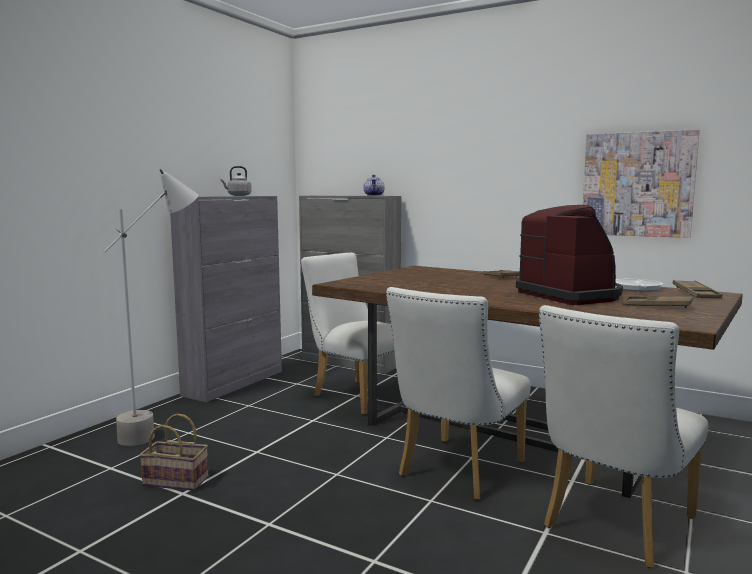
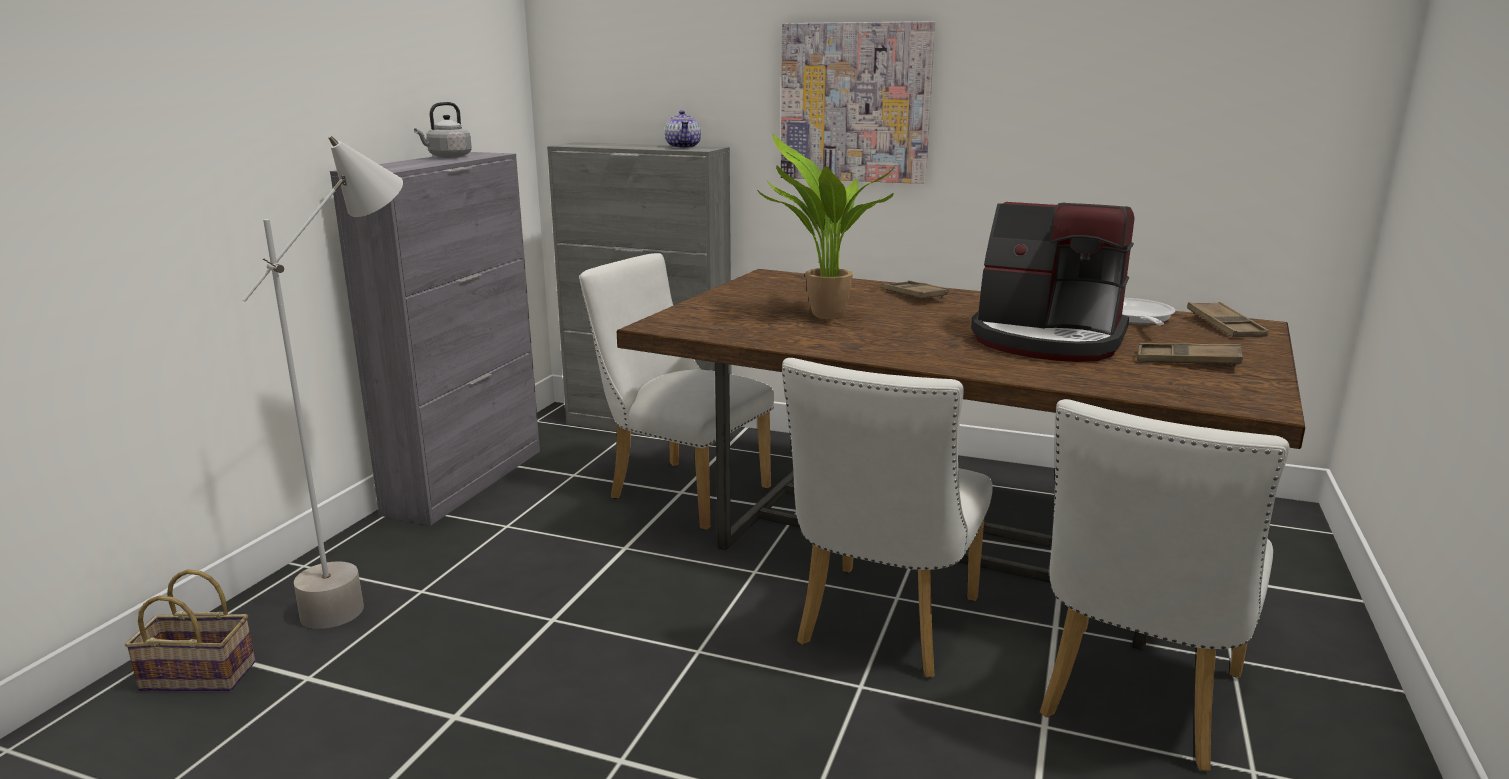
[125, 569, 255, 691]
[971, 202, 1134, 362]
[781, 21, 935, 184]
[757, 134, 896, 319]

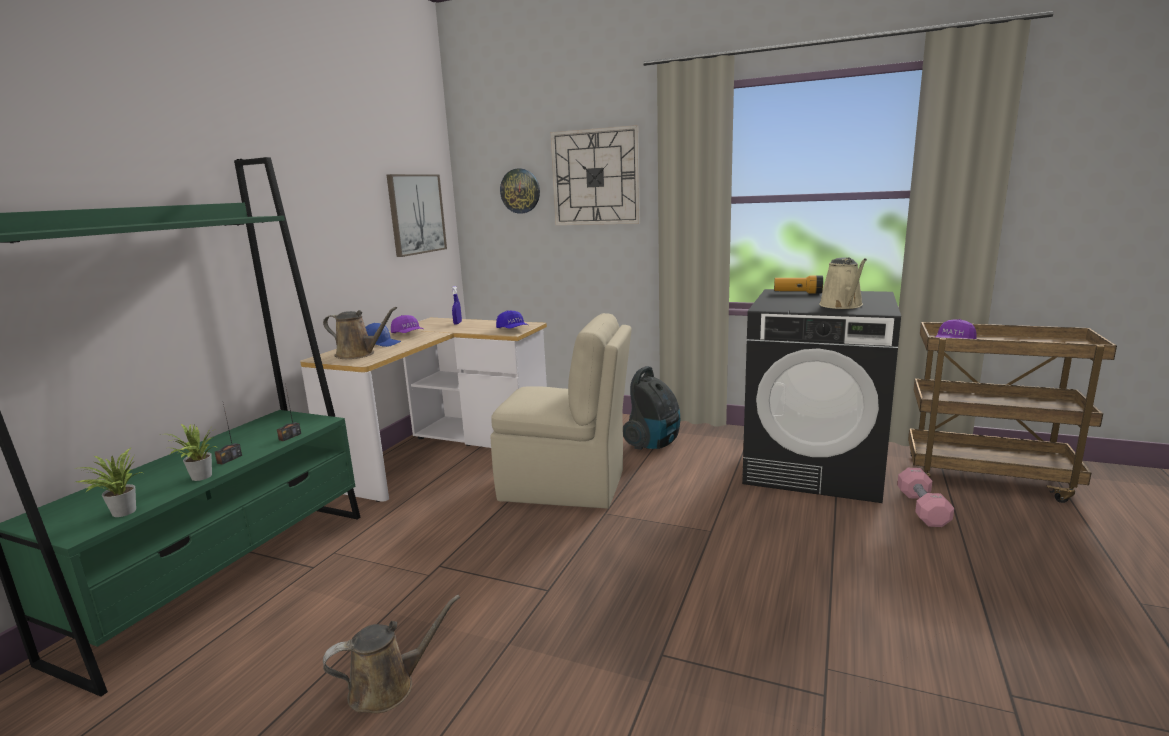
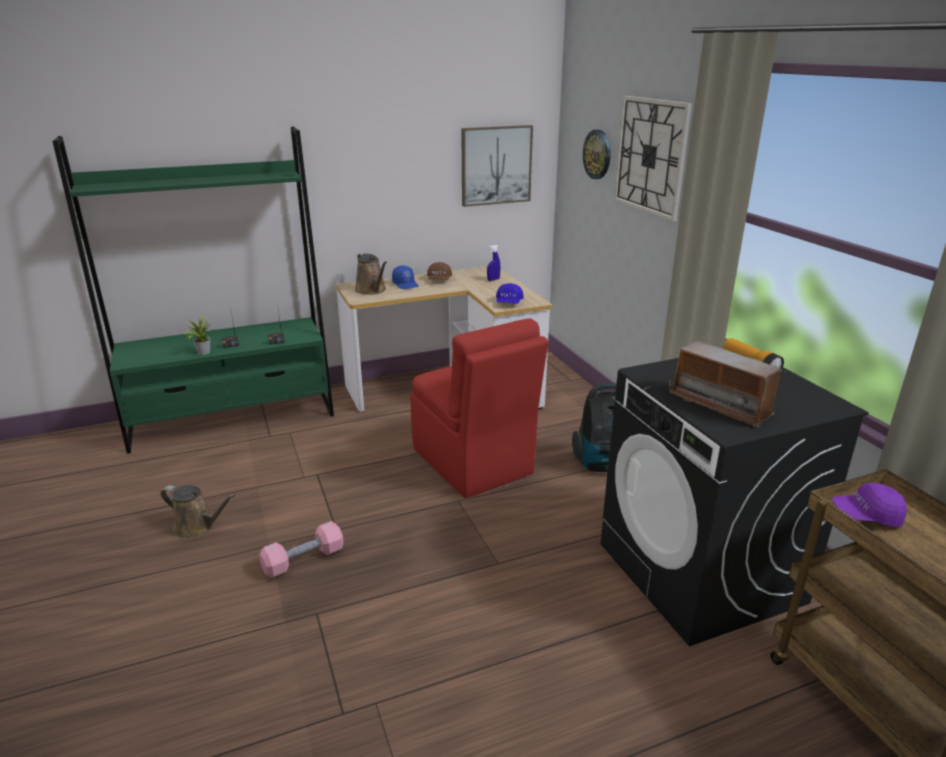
[73, 447, 142, 517] (first image)
[427, 262, 452, 280]
[411, 319, 548, 498]
[669, 341, 786, 428]
[259, 521, 344, 578]

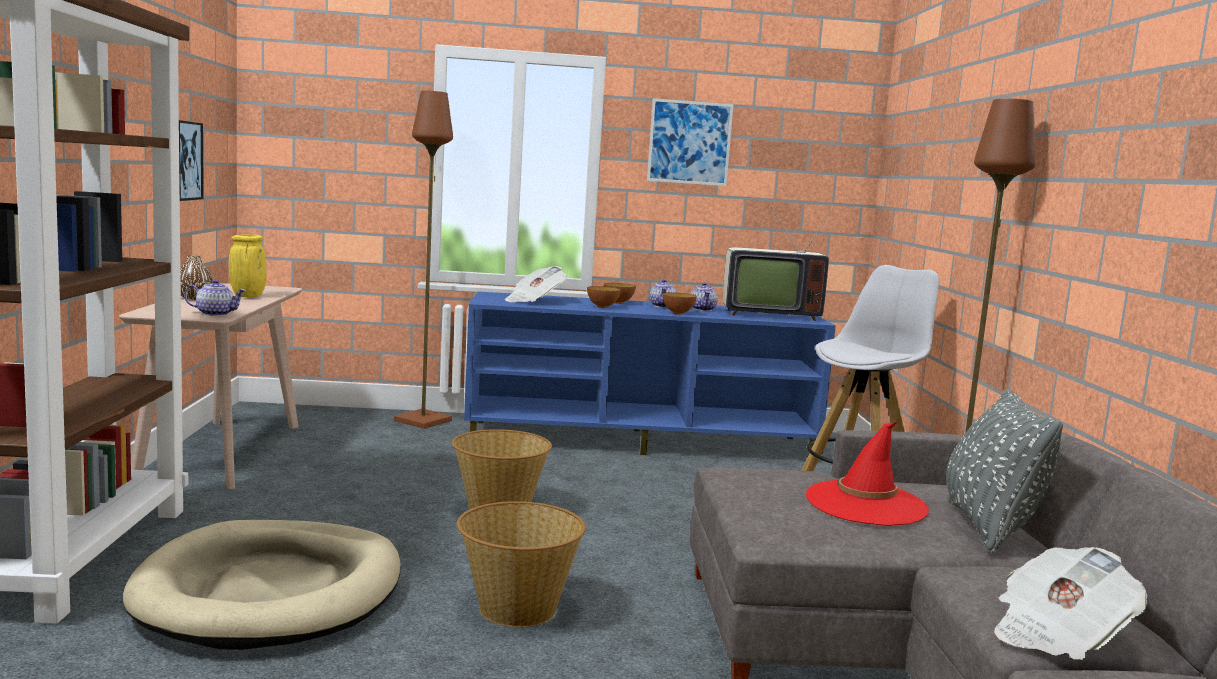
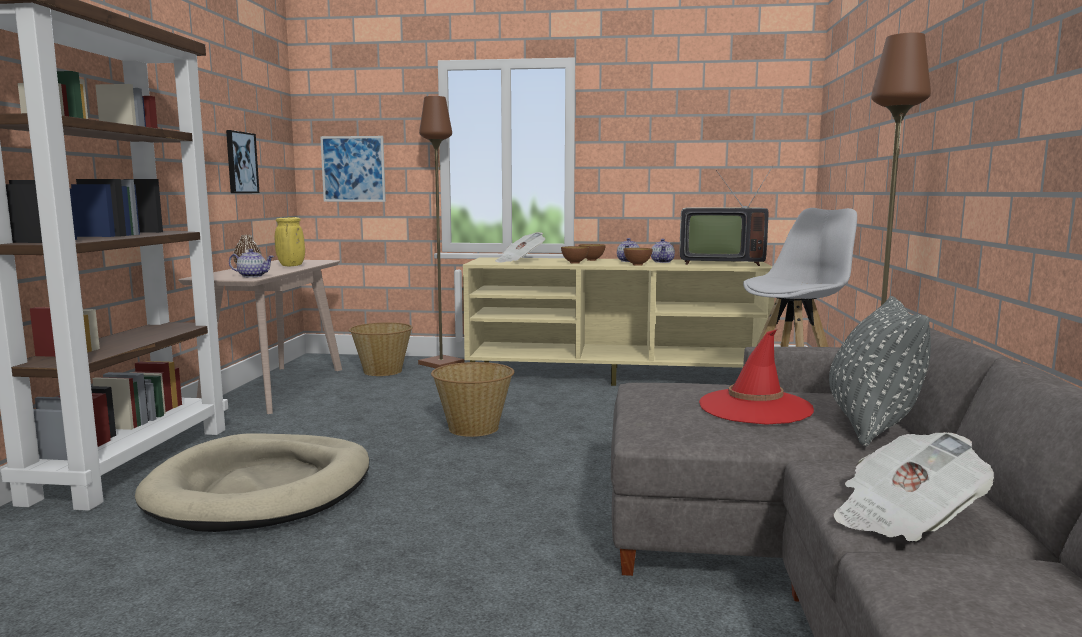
[349, 322, 413, 376]
[463, 257, 774, 386]
[320, 136, 386, 202]

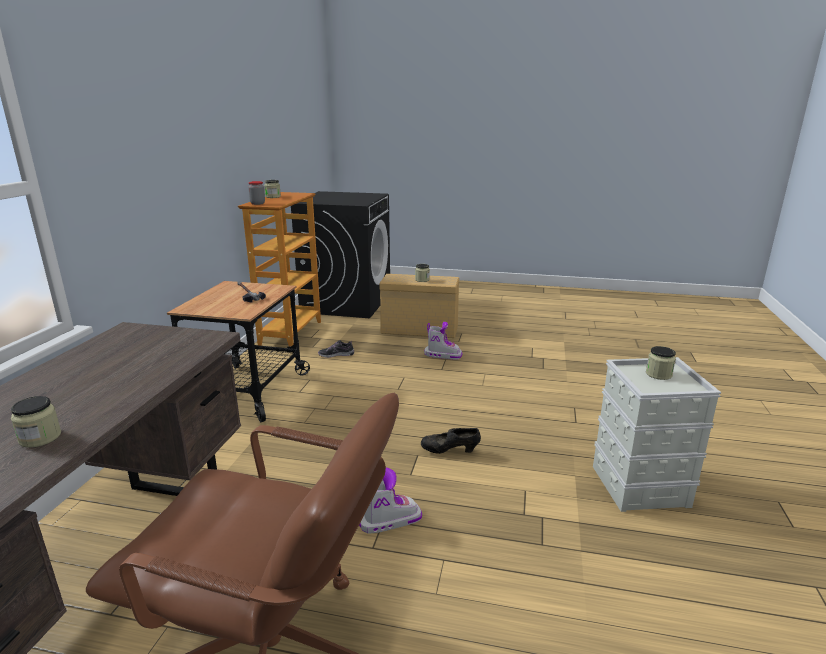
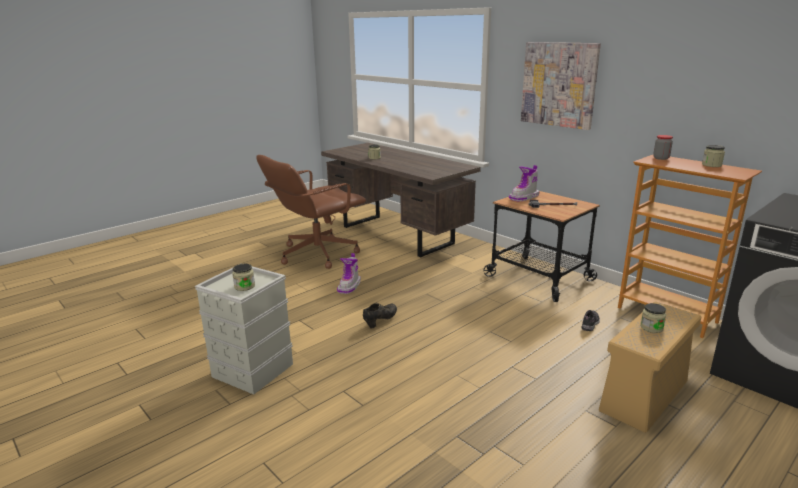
[509, 165, 539, 202]
[521, 42, 601, 130]

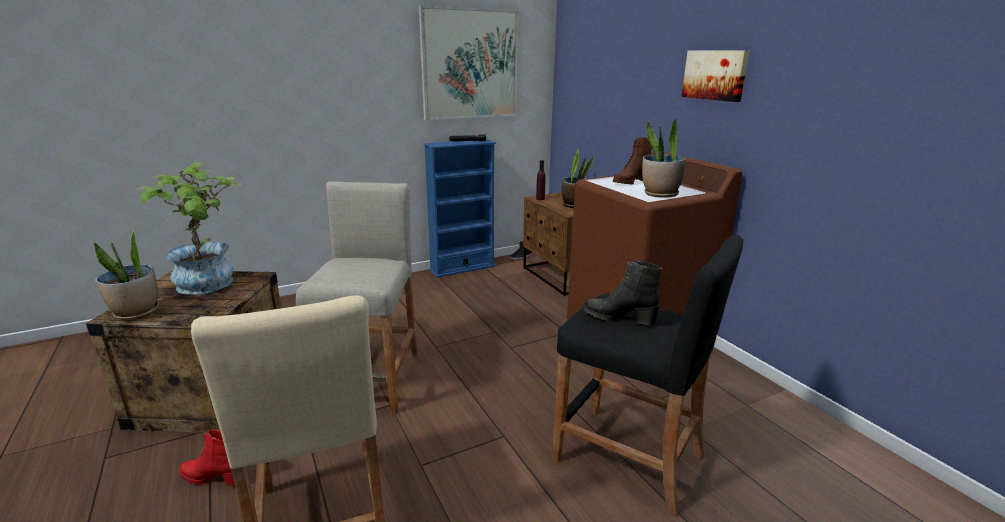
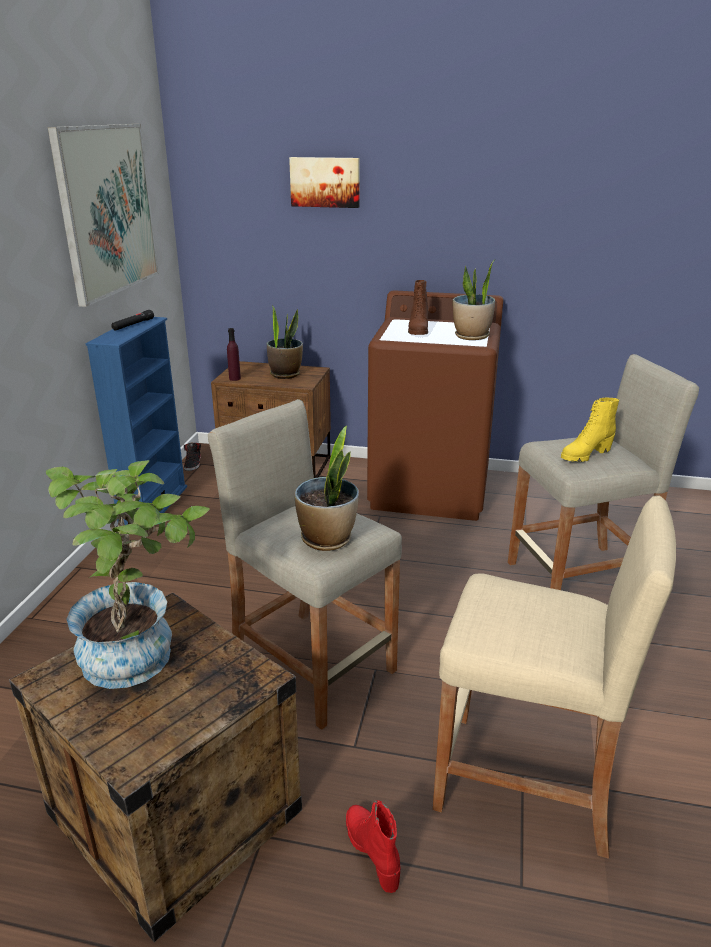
[295, 426, 359, 551]
[346, 800, 401, 893]
[508, 354, 699, 590]
[561, 397, 619, 462]
[289, 157, 360, 208]

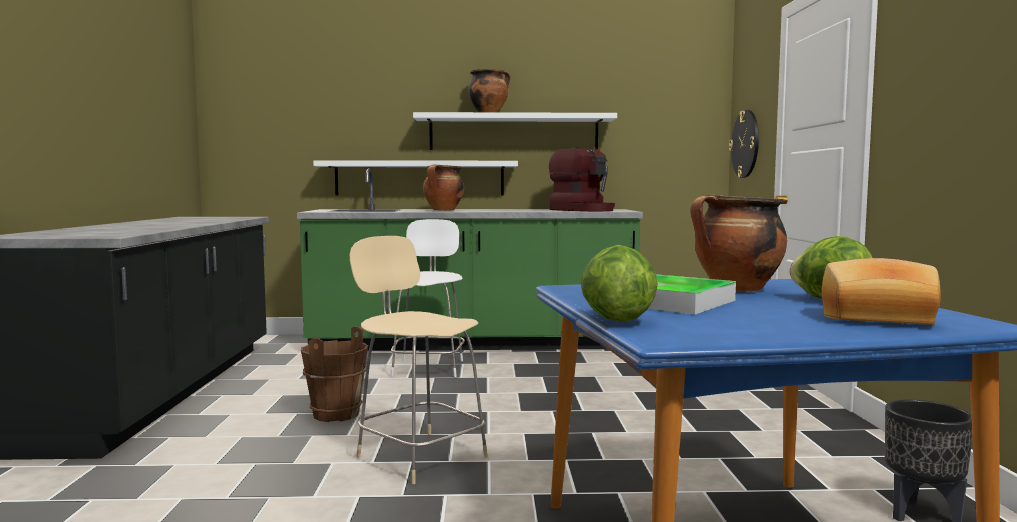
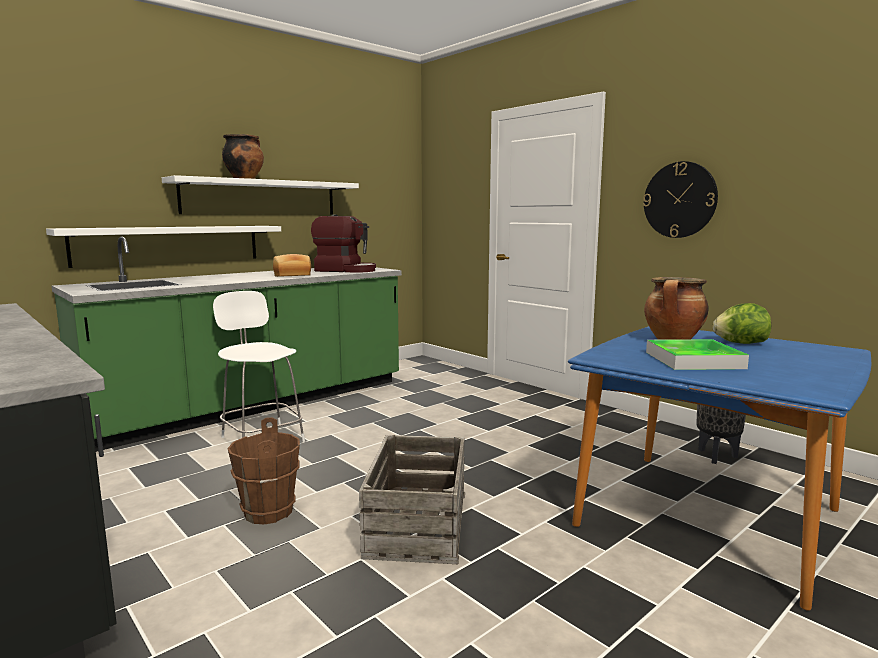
[359, 435, 465, 564]
[423, 165, 464, 211] (first image)
[581, 245, 658, 322] (first image)
[643, 161, 718, 238]
[273, 254, 311, 277]

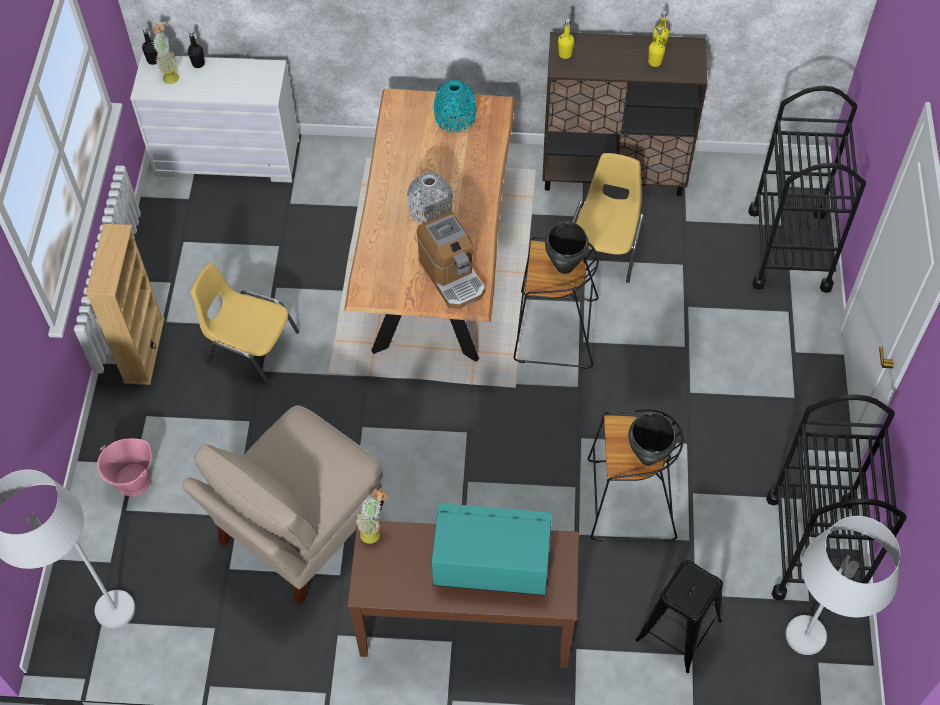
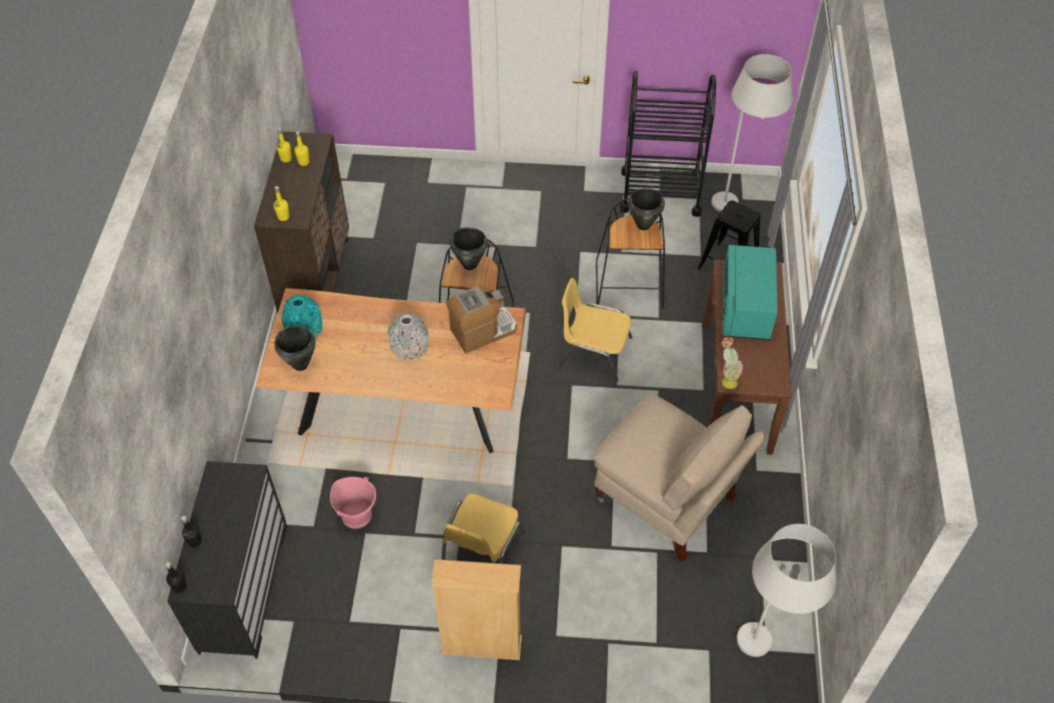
[330, 477, 376, 529]
[167, 461, 287, 659]
[153, 23, 179, 84] (first image)
[559, 278, 632, 381]
[748, 86, 866, 293] (first image)
[275, 326, 316, 371]

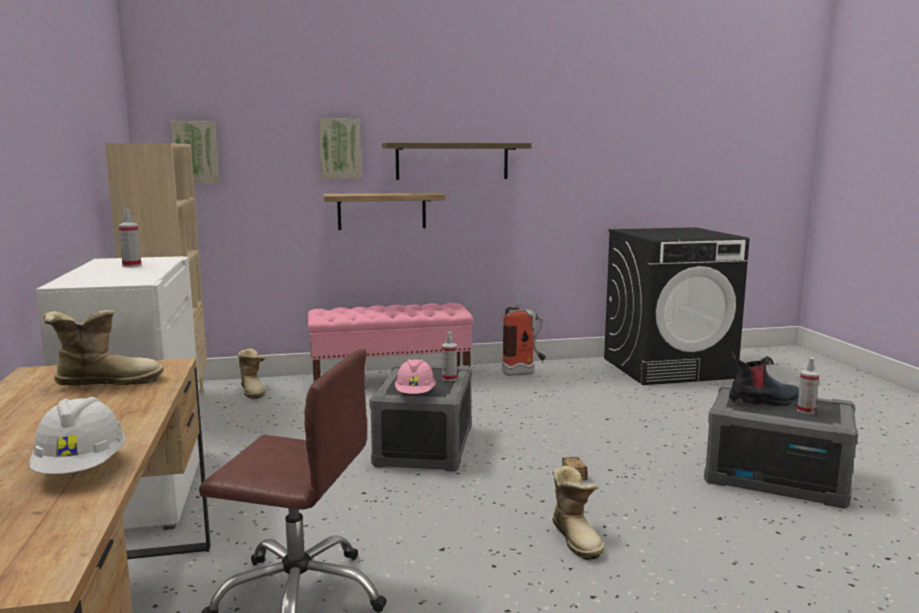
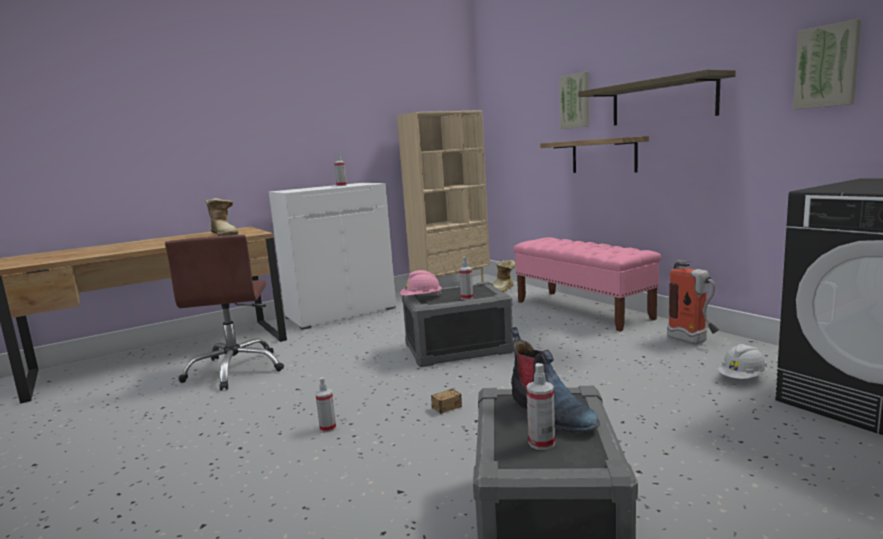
[718, 344, 768, 379]
[793, 19, 861, 110]
[315, 378, 336, 433]

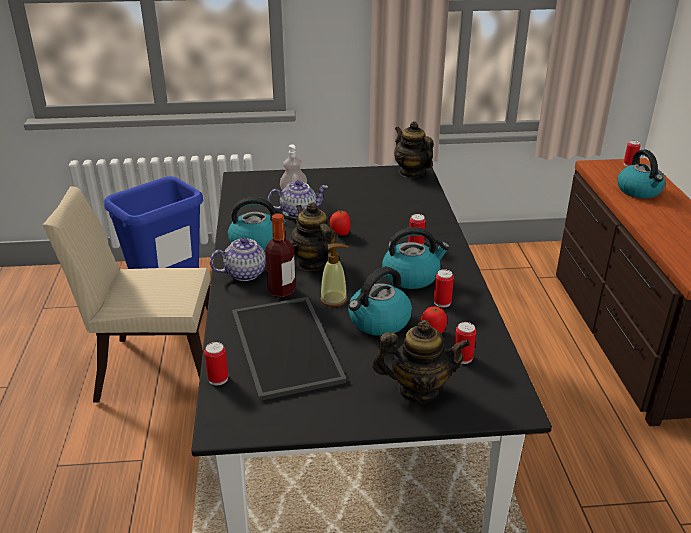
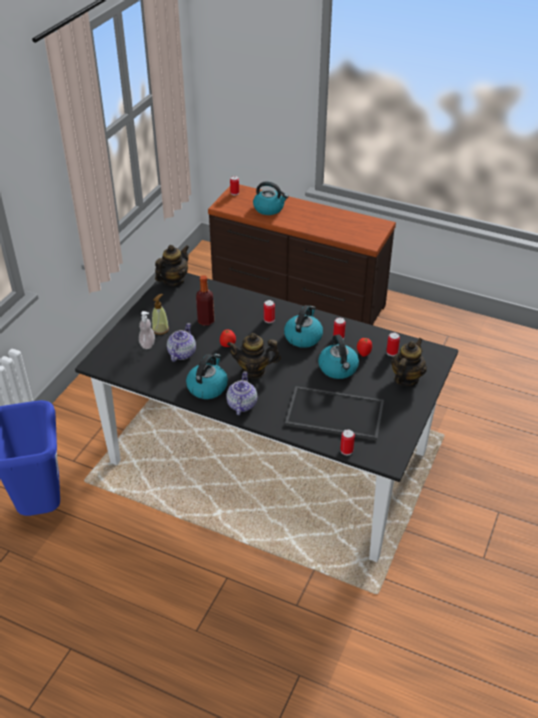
[43, 186, 210, 402] (first image)
[196, 275, 214, 326]
[152, 294, 169, 335]
[155, 245, 189, 286]

